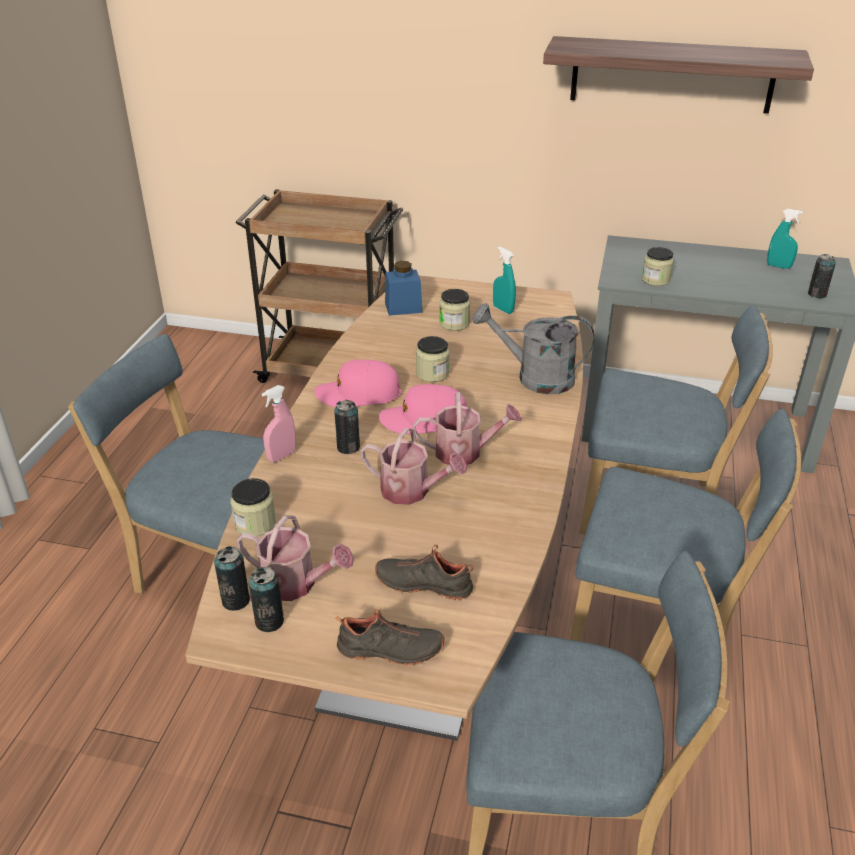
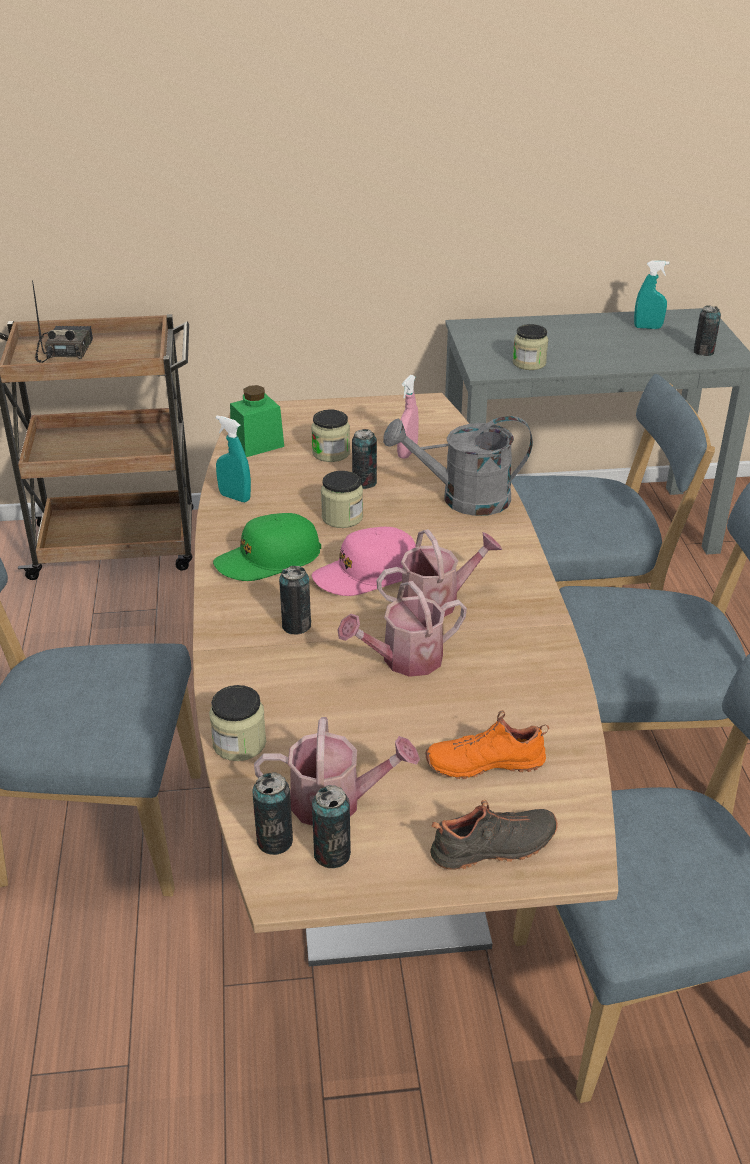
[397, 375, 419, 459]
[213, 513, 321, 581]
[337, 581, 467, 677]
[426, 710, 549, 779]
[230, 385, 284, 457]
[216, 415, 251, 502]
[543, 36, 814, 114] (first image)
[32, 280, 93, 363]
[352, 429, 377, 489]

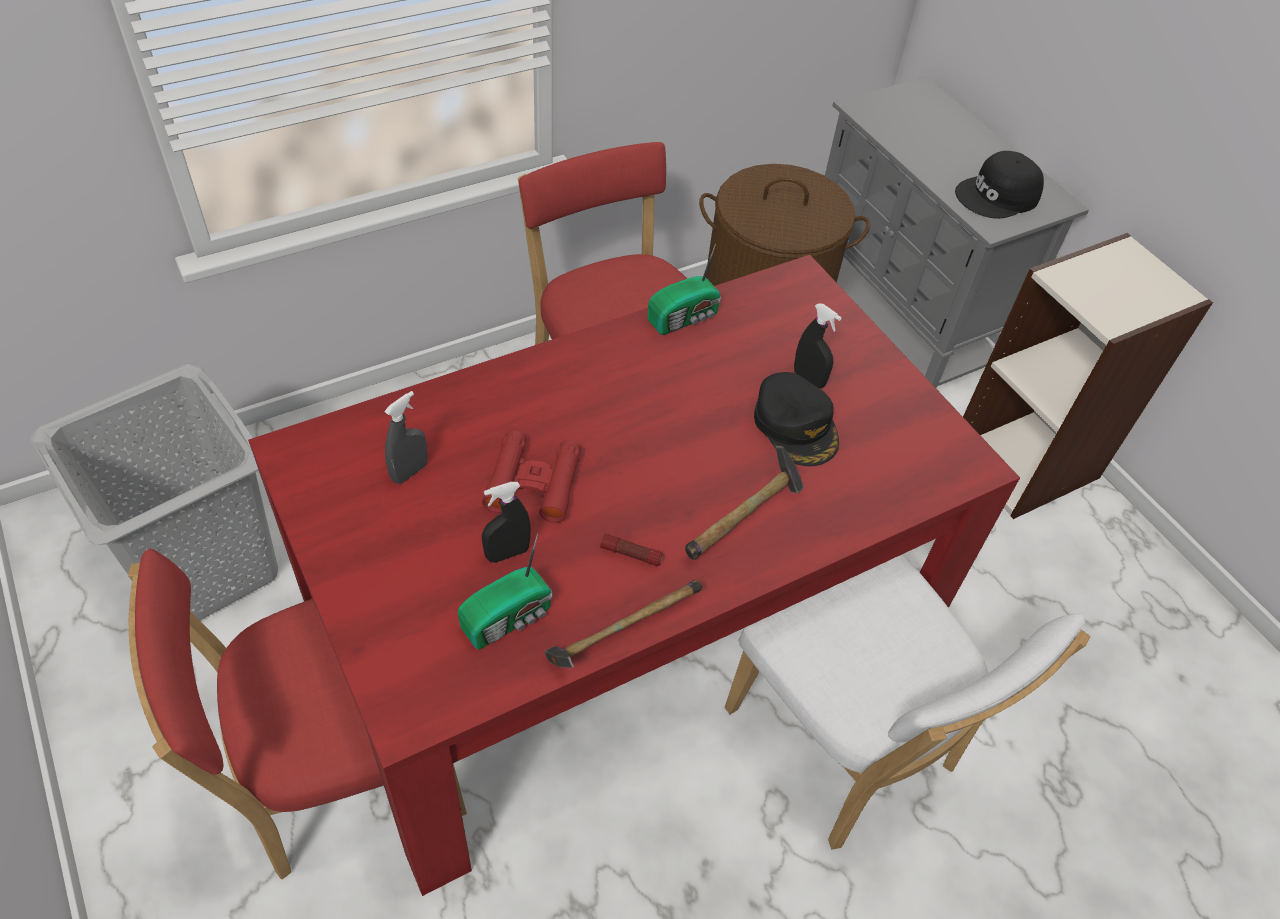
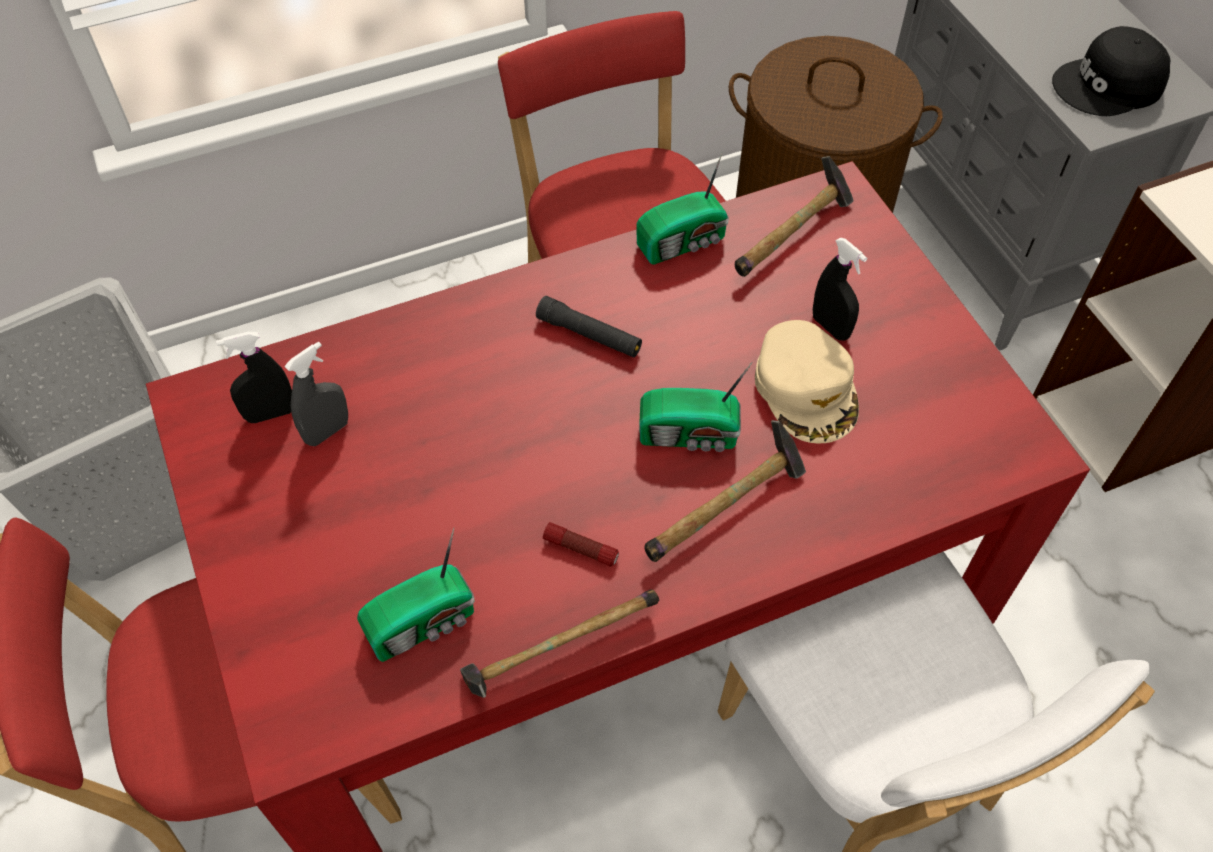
[482, 431, 581, 523] (first image)
[216, 332, 292, 423]
[755, 320, 859, 444]
[536, 296, 642, 357]
[639, 362, 753, 452]
[735, 156, 854, 277]

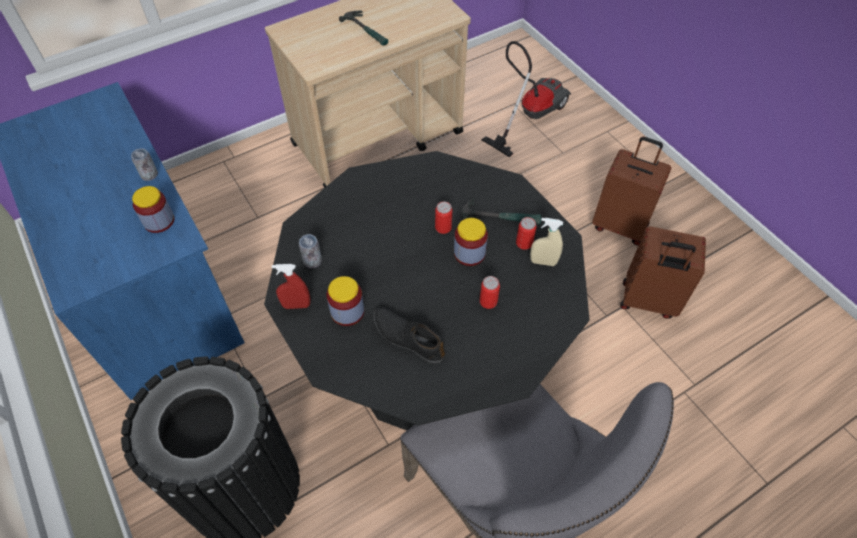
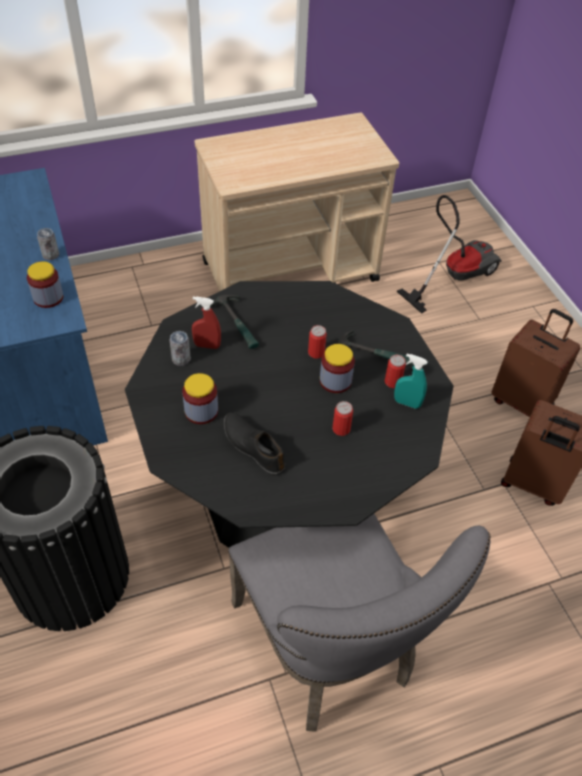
[192, 297, 221, 349]
[210, 295, 259, 349]
[394, 354, 428, 409]

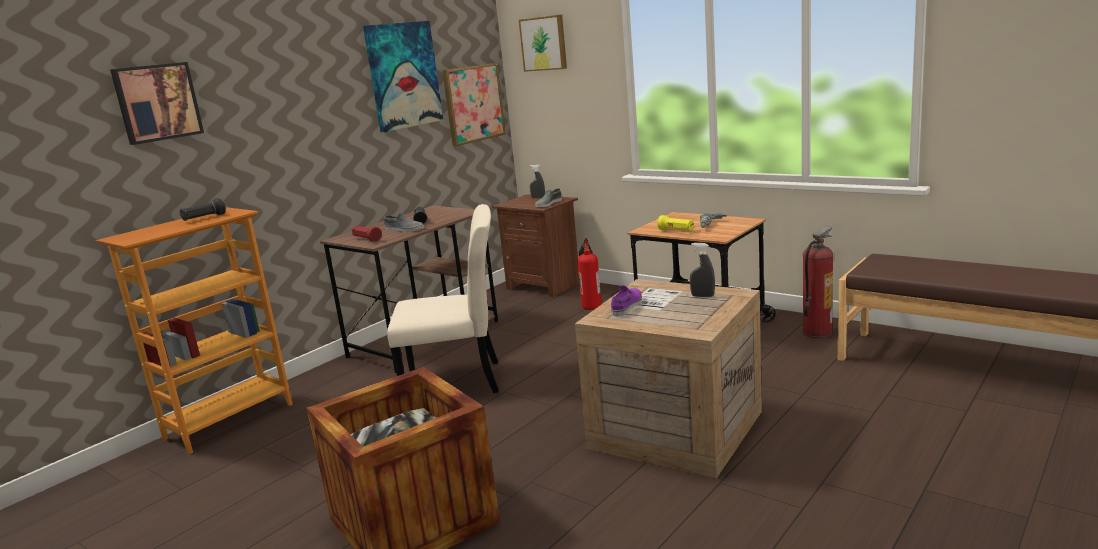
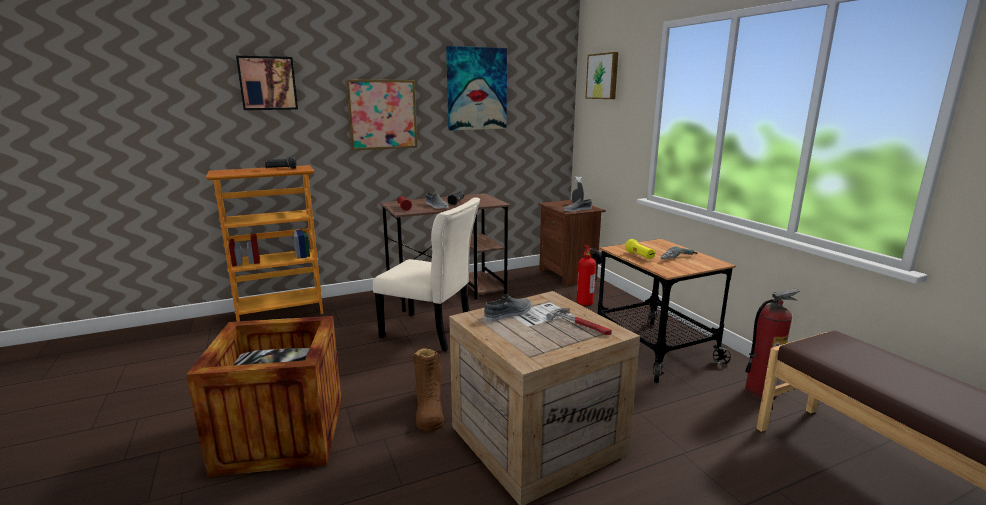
[345, 79, 417, 151]
[484, 294, 531, 322]
[546, 308, 612, 335]
[413, 347, 444, 432]

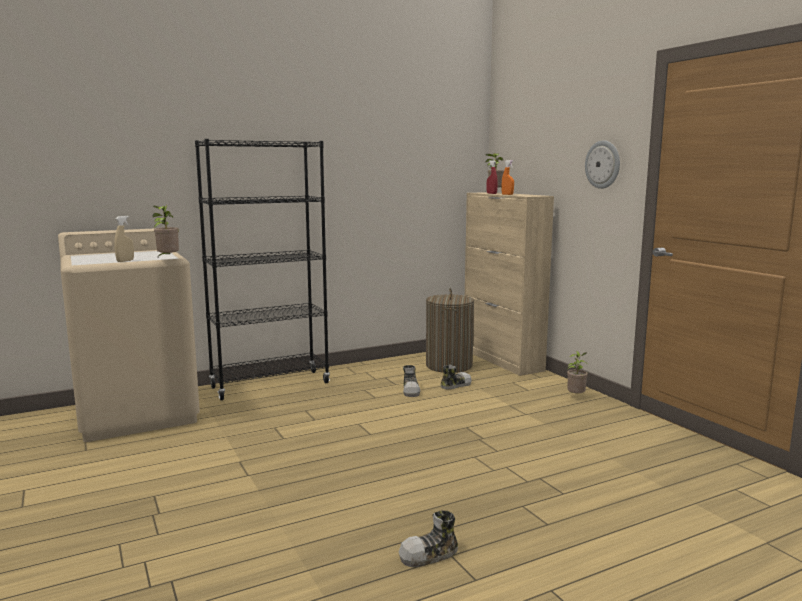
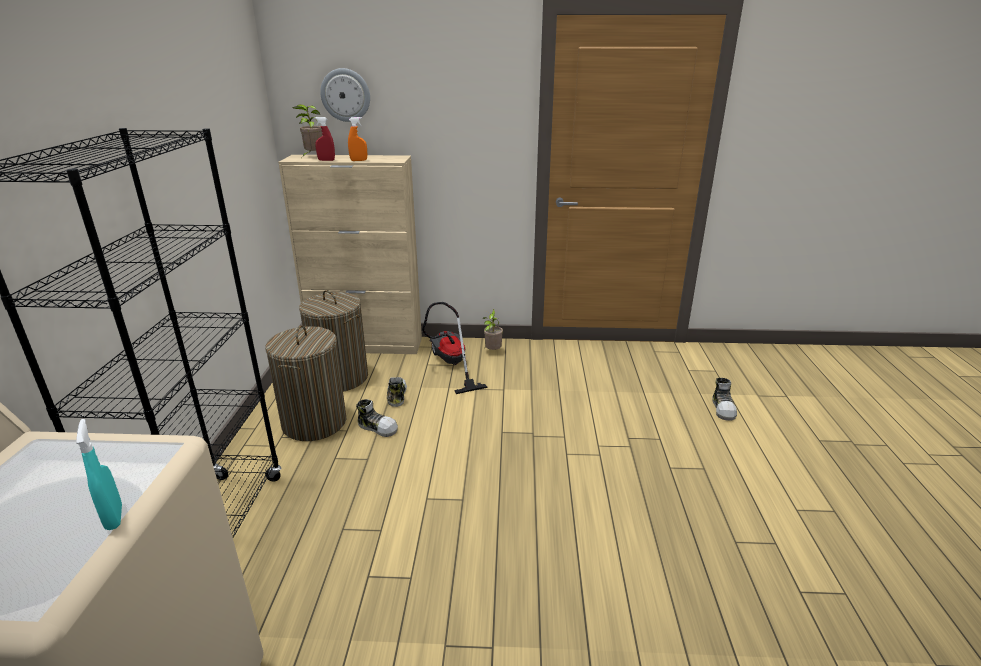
[76, 419, 122, 530]
[152, 205, 179, 257] (first image)
[712, 378, 737, 421]
[320, 68, 370, 122]
[265, 325, 346, 441]
[422, 302, 488, 394]

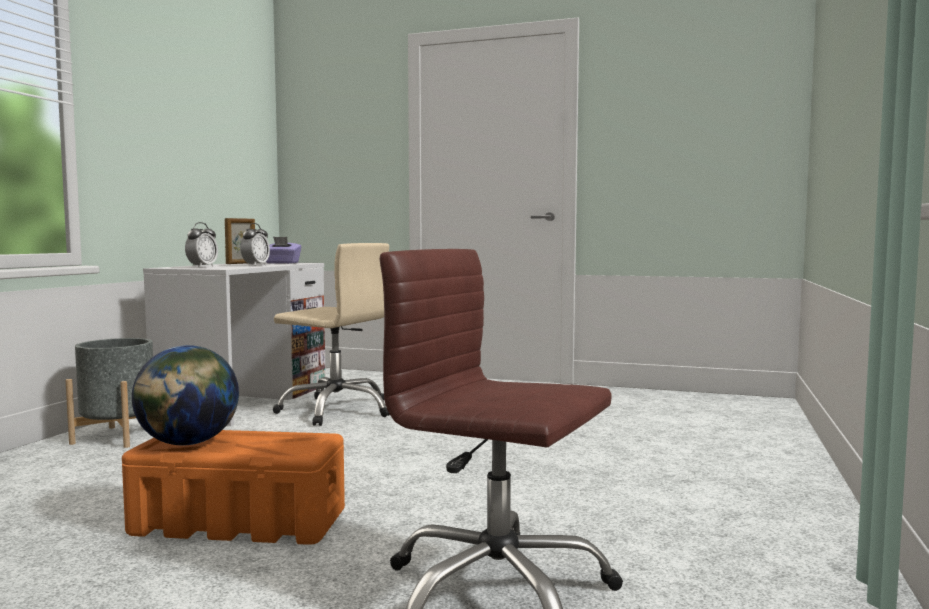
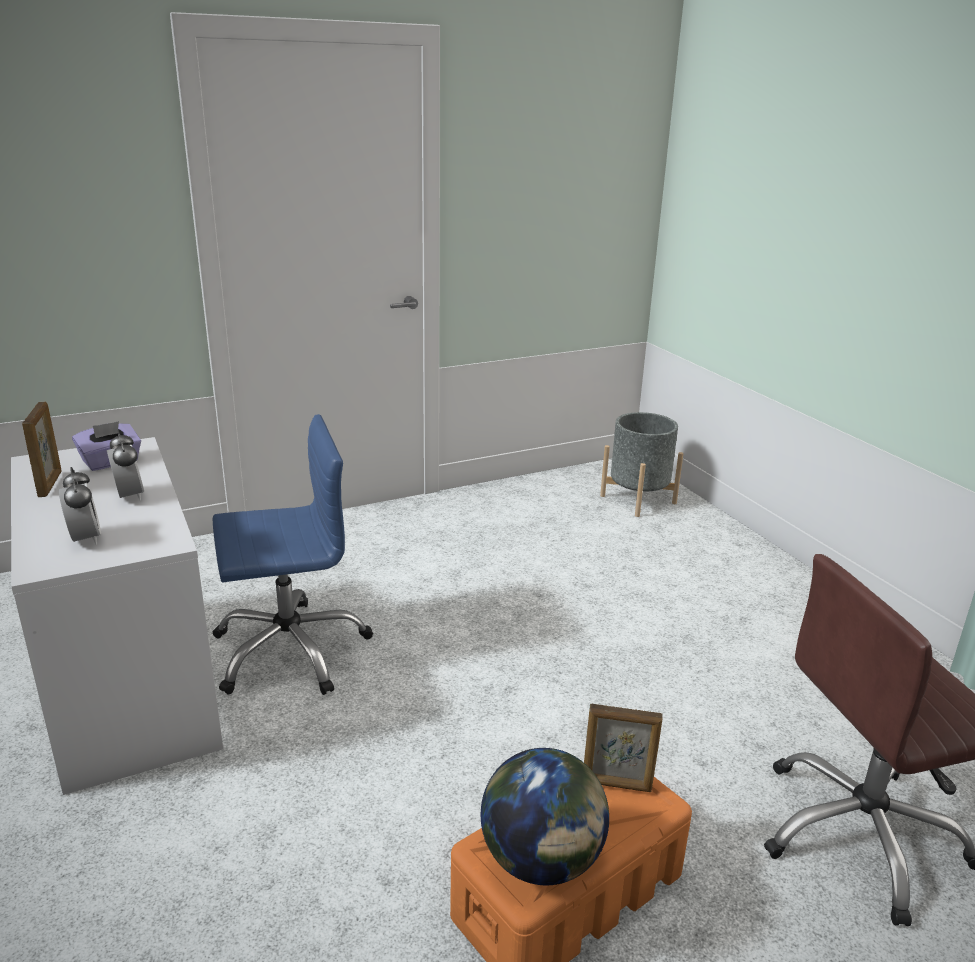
[600, 412, 684, 517]
[212, 414, 373, 695]
[584, 703, 662, 792]

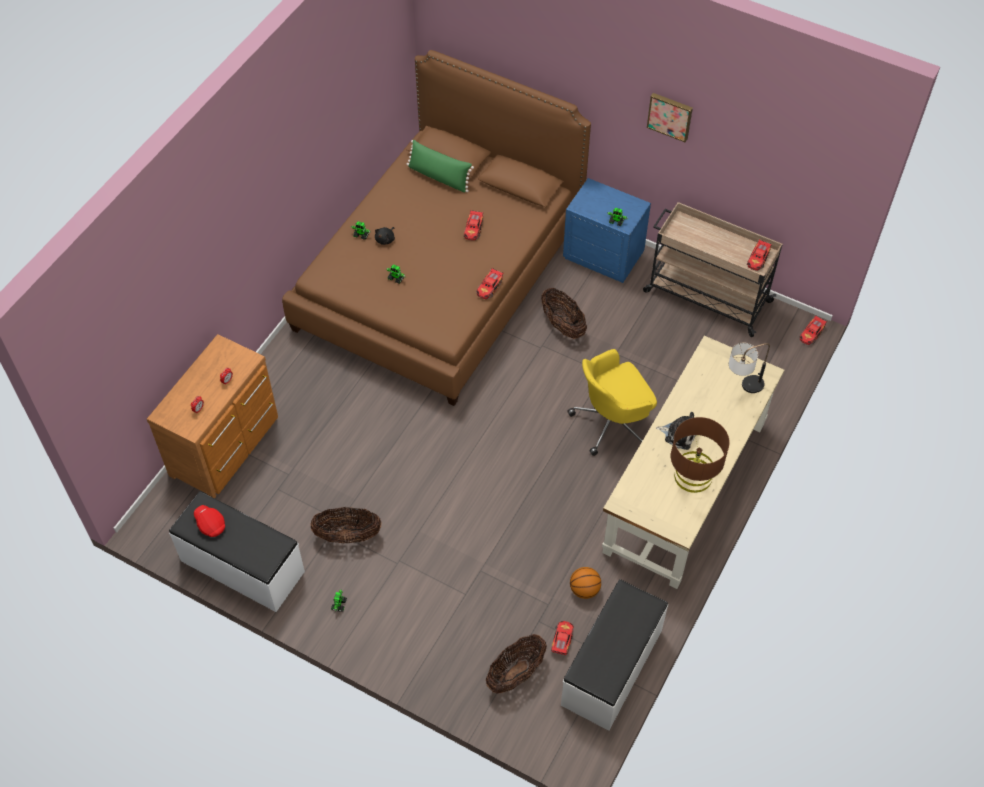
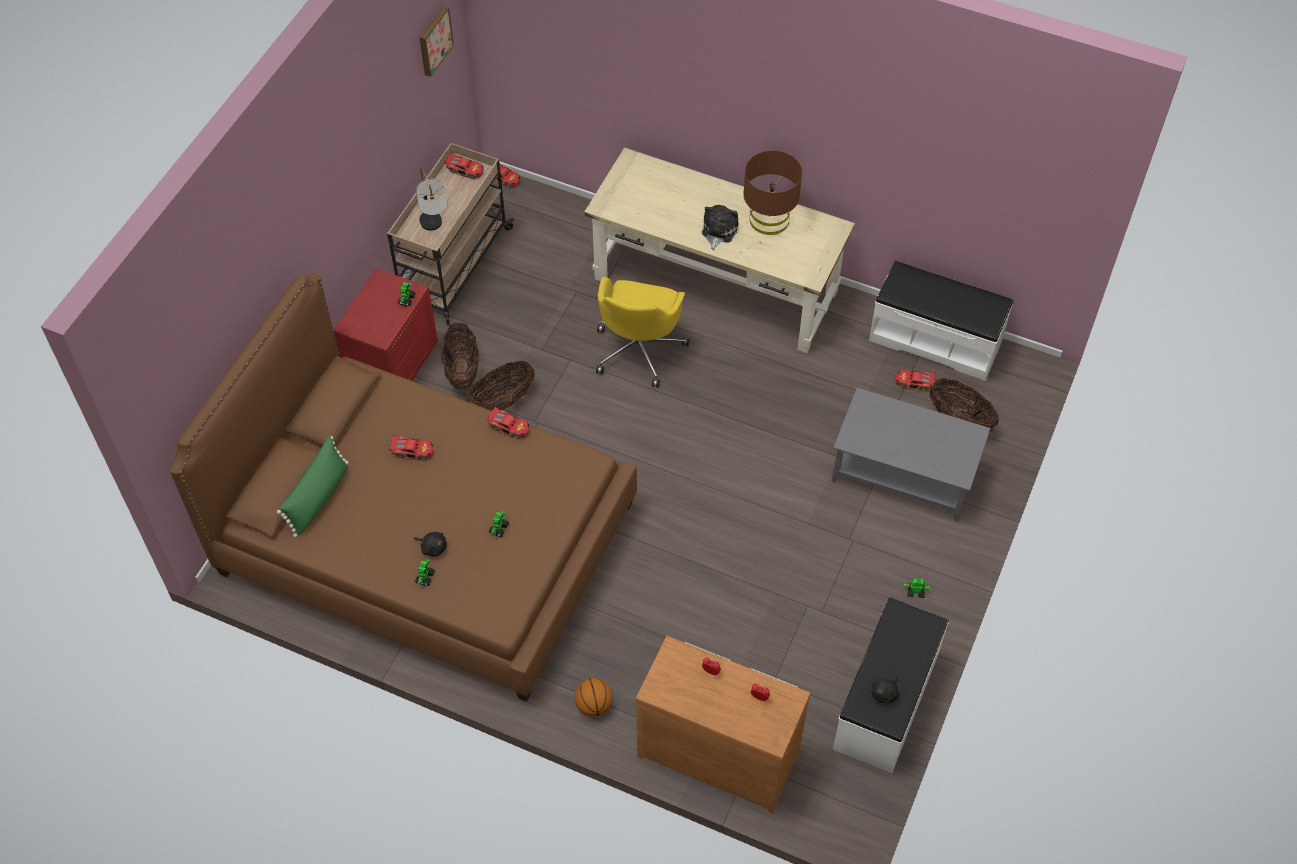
[871, 676, 899, 703]
[441, 323, 479, 390]
[333, 268, 438, 381]
[596, 277, 690, 388]
[575, 678, 613, 717]
[419, 5, 454, 77]
[416, 167, 447, 230]
[831, 388, 991, 522]

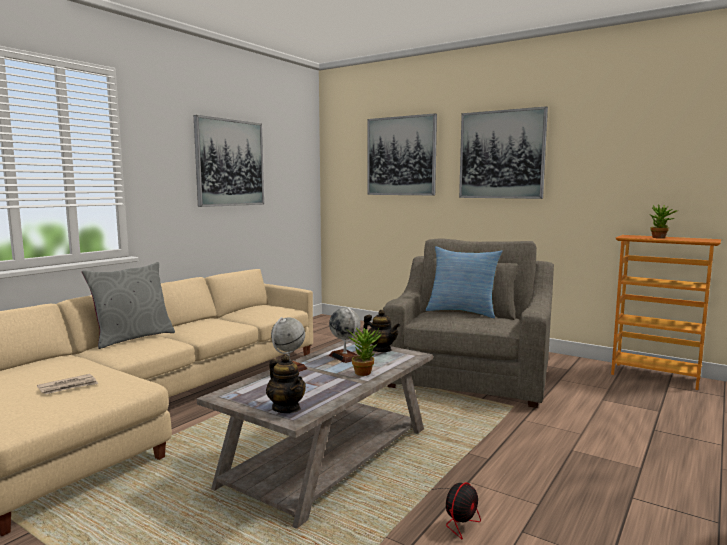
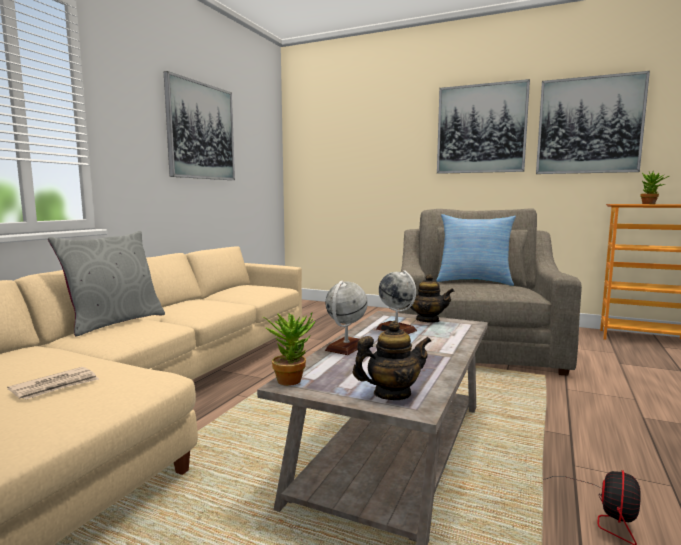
[353, 320, 431, 400]
[262, 313, 315, 386]
[536, 71, 650, 174]

